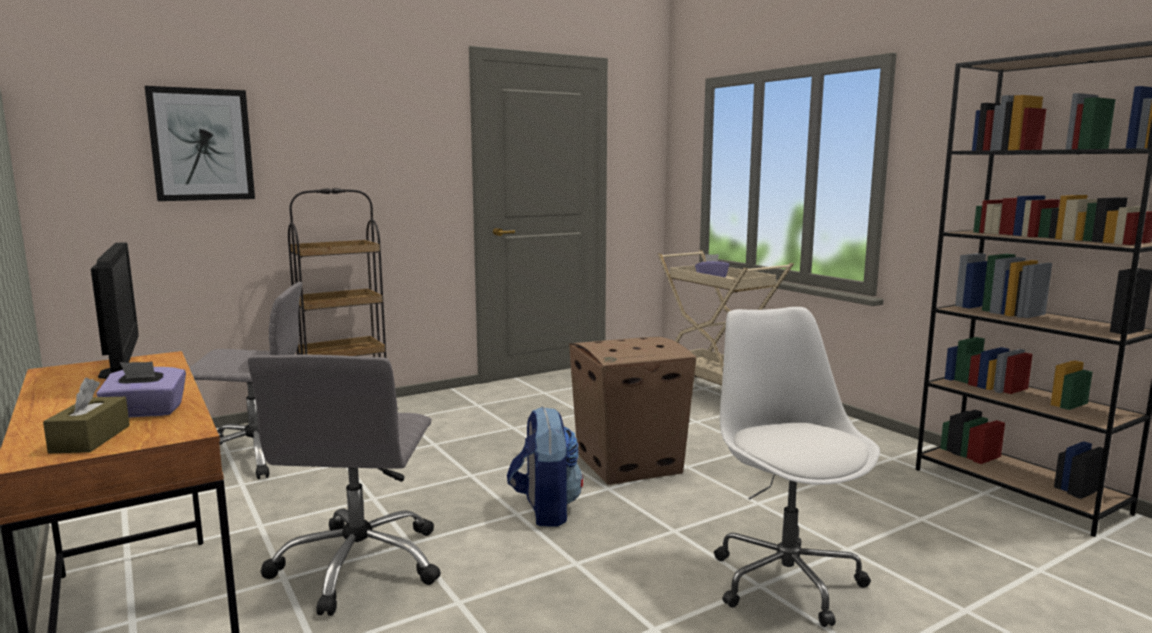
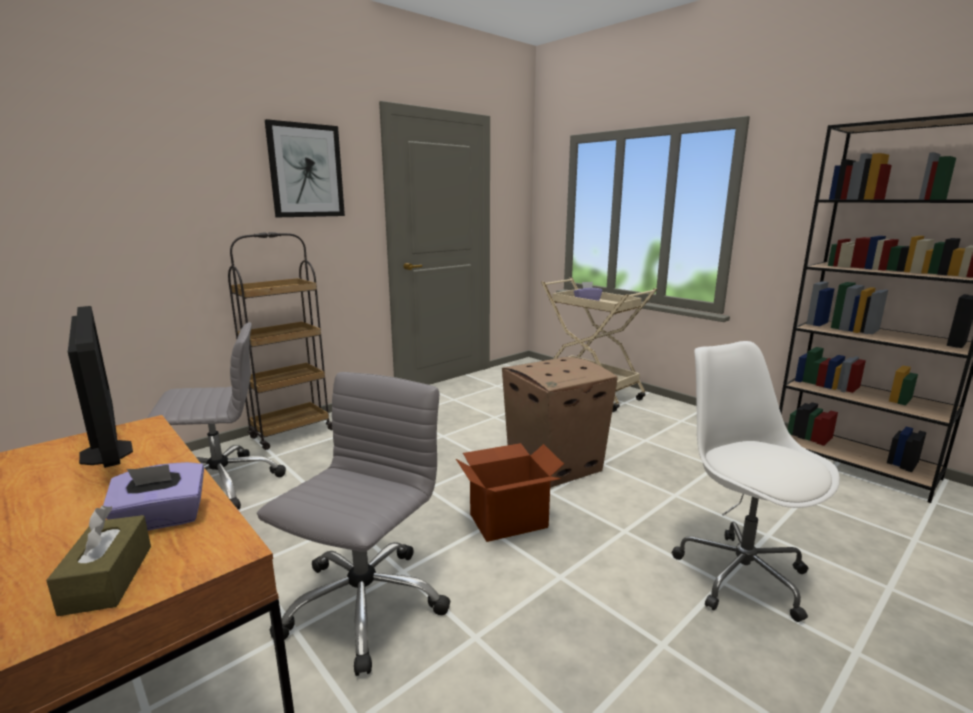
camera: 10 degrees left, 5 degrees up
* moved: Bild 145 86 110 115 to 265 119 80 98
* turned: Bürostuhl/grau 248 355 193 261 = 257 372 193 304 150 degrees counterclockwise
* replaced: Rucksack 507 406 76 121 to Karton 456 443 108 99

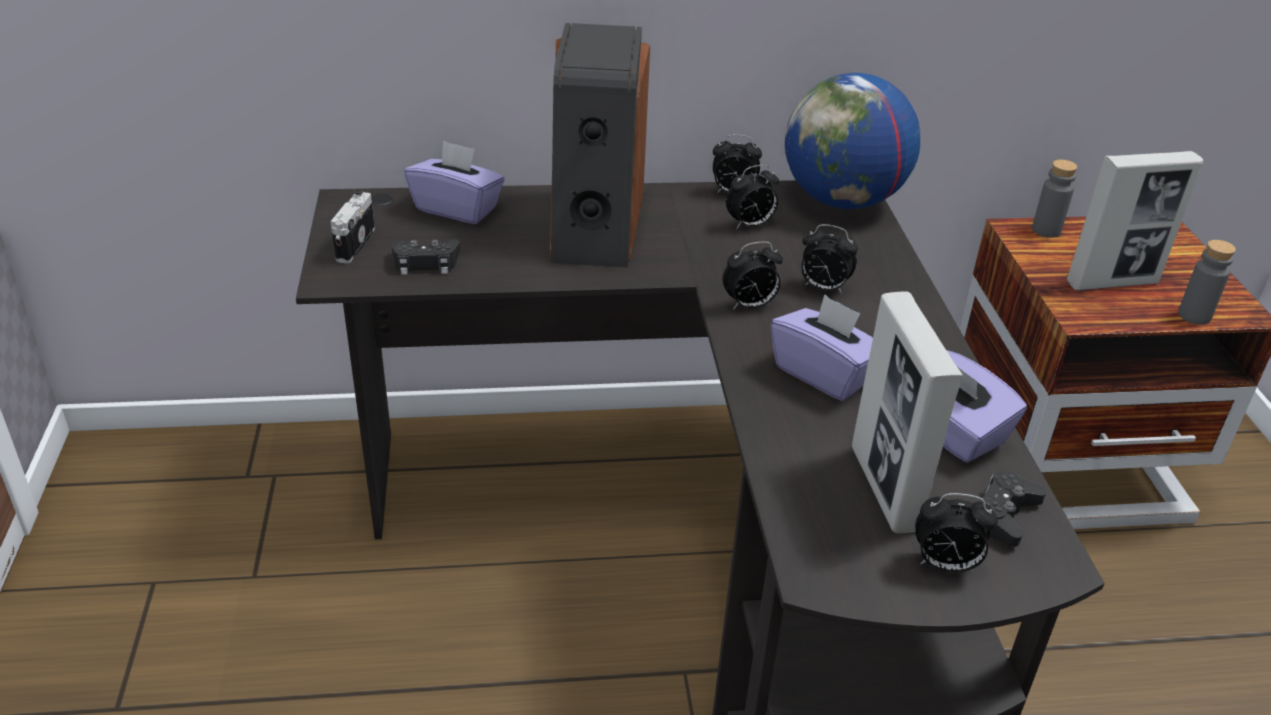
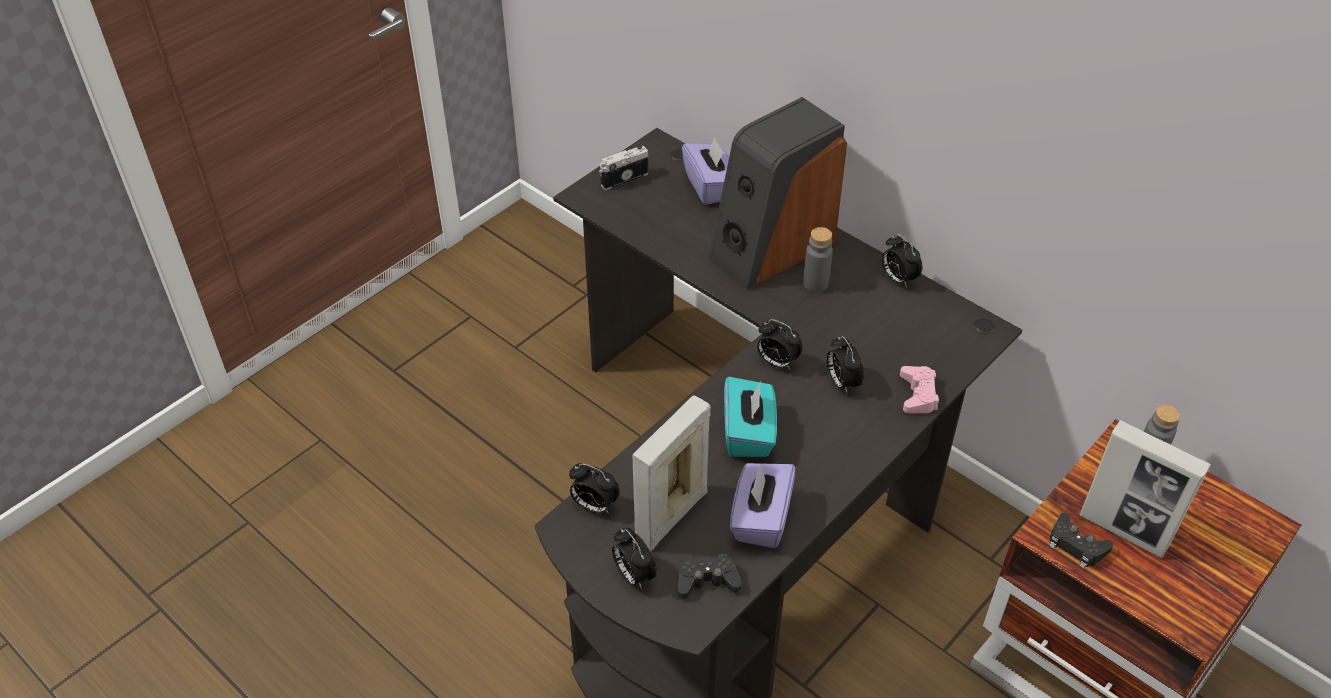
camera: 50 degrees right, 10 degrees up
* moved: Gamepad/schwarz 392 239 68 36 to 1049 513 64 56
* moved: Wecker 726 165 53 64 to 569 463 51 51
* recoloured: Taschentuchbox/lila 771 294 102 107 to Taschentuchbox/türkis 724 377 53 80
* removed: Globus 785 73 135 136
* moved: Flasche/grau 1178 240 58 85 to 803 227 30 65
* added: Gamepad/rosa 900 366 39 47

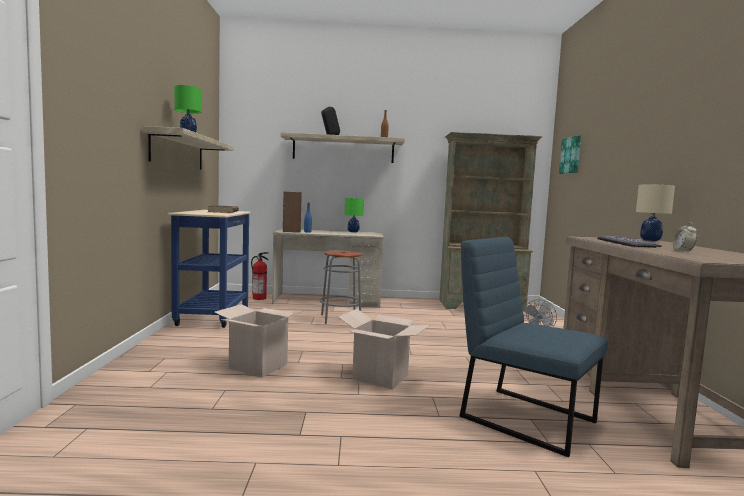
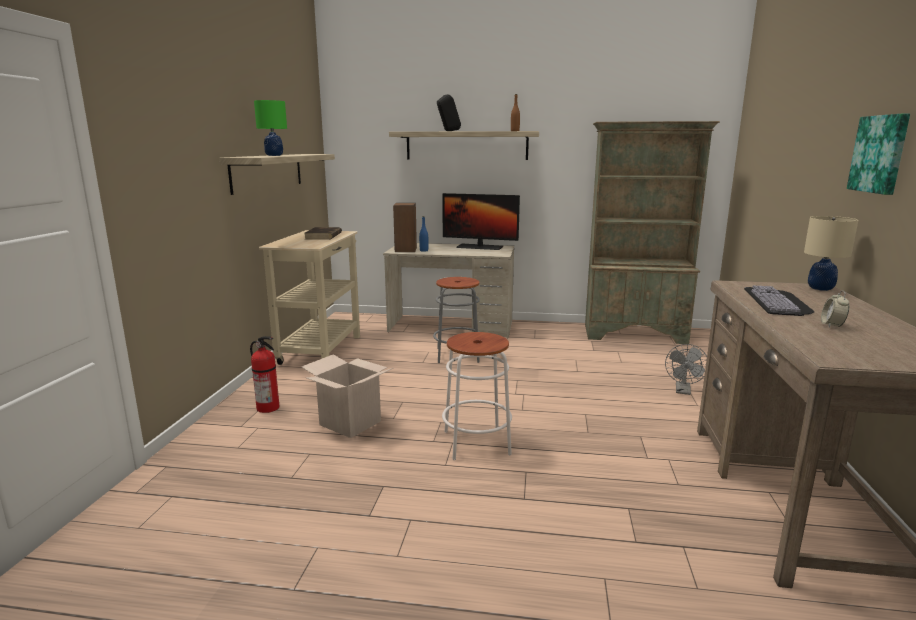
camera: 10 degrees right, 10 degrees up
* recoloured: Rollwagen/blau 168 210 83 118 to Rollwagen/beige 259 230 101 135
* moved: Feuerlöscher 251 252 18 48 to 250 336 30 77
* replaced: Karton 338 309 92 80 to Hocker/weiß 442 332 70 128
* replaced: Tischlampe/grün 344 198 20 34 to Monitor 442 193 78 57
* removed: Stuhl/blau 460 237 148 220
* moved: Bild 559 135 22 39 to 847 114 63 81

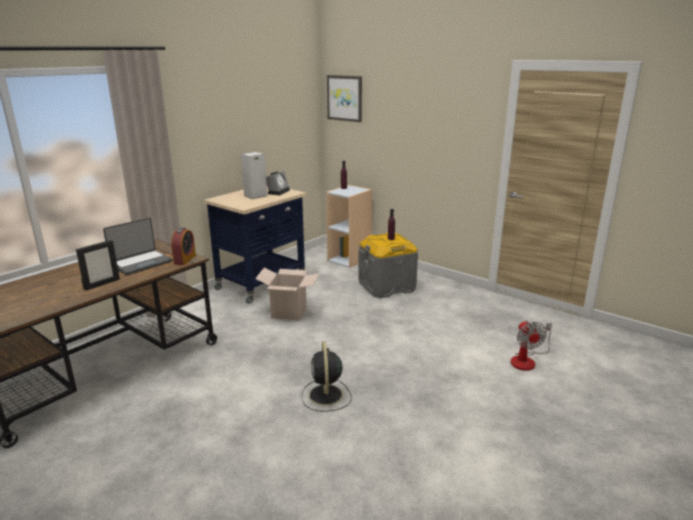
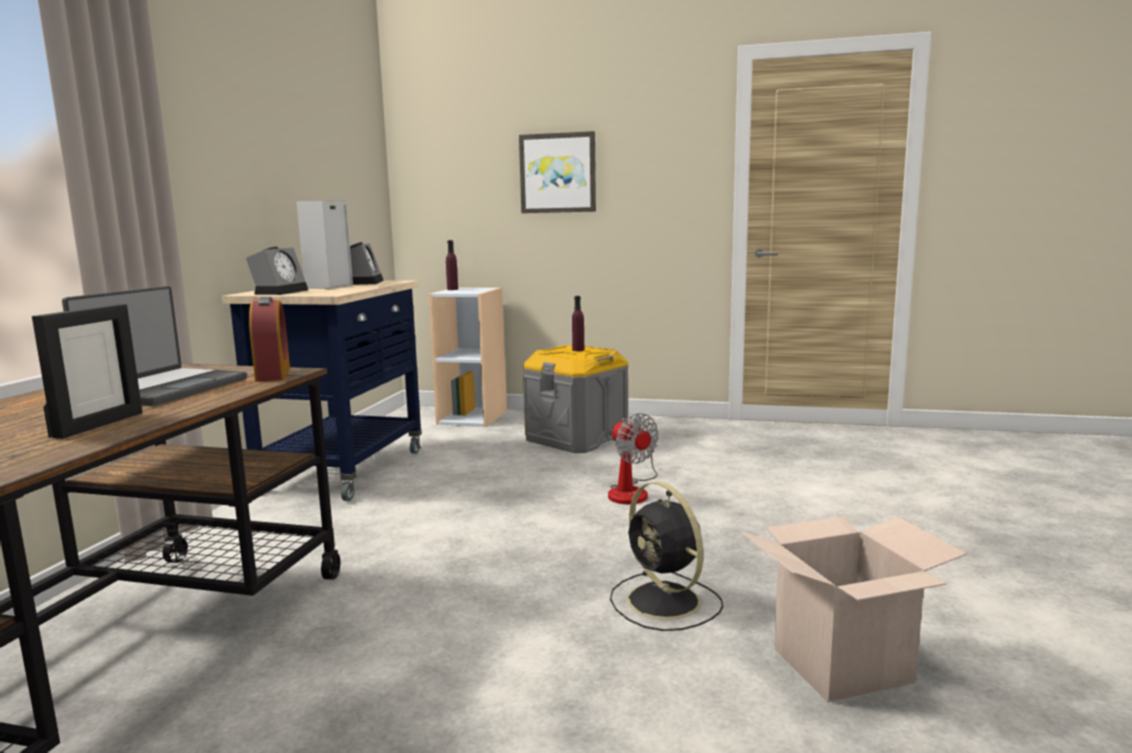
camera: 25 degrees left, 10 degrees down
* moved: Karton 255 267 64 54 to 741 516 226 186
* moved: Bild 327 75 35 47 to 519 131 77 82
* moved: Ventilator 511 320 41 51 to 608 413 51 91
* added: Wecker 246 247 62 48

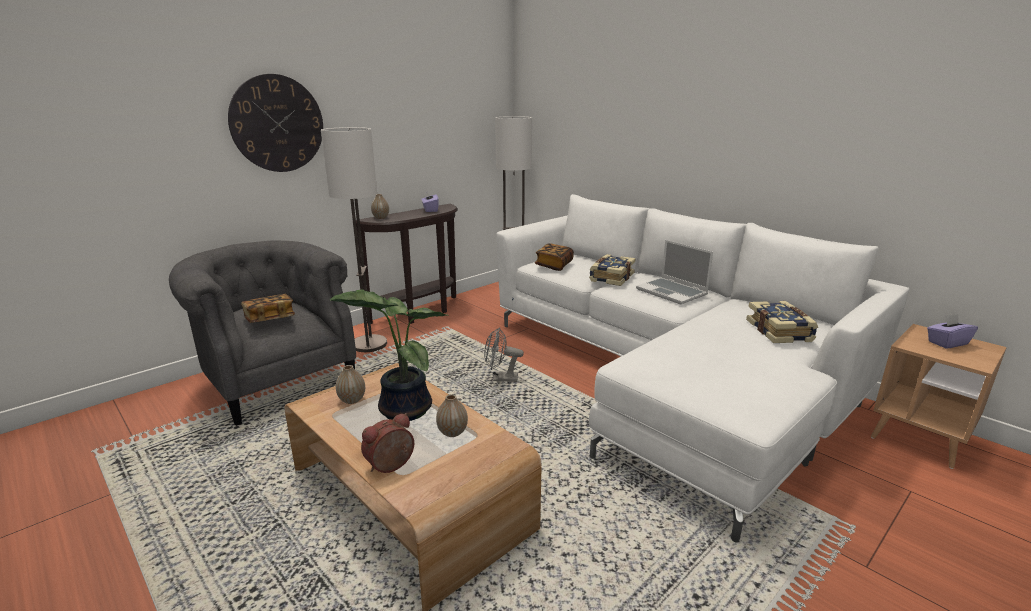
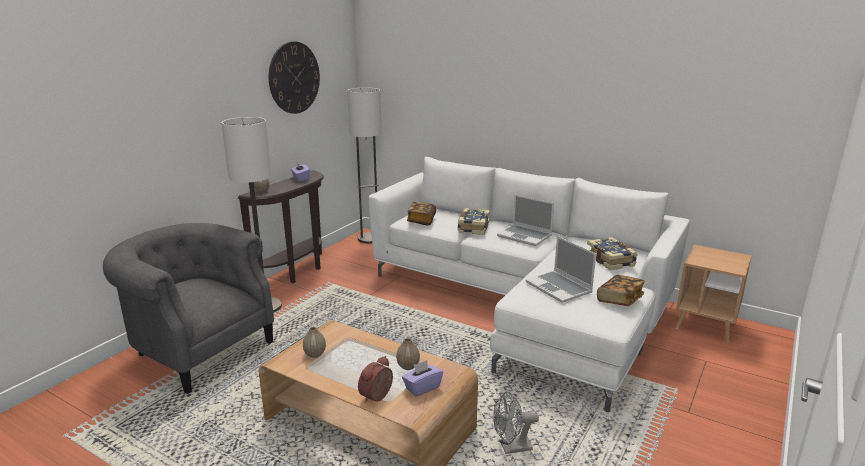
camera: 15 degrees left, 0 degrees up
* moved: Wanduhr 228 74 95 98 to 269 41 51 73
* moved: Buch 241 294 54 29 to 597 275 48 31
* removed: Topfpflanze 330 289 119 132
* moved: Ventilator/grau 484 328 40 54 to 493 391 46 63
* moved: Taschentuchbox/lila 927 314 51 34 to 402 360 41 37
* added: Laptop 526 236 70 67

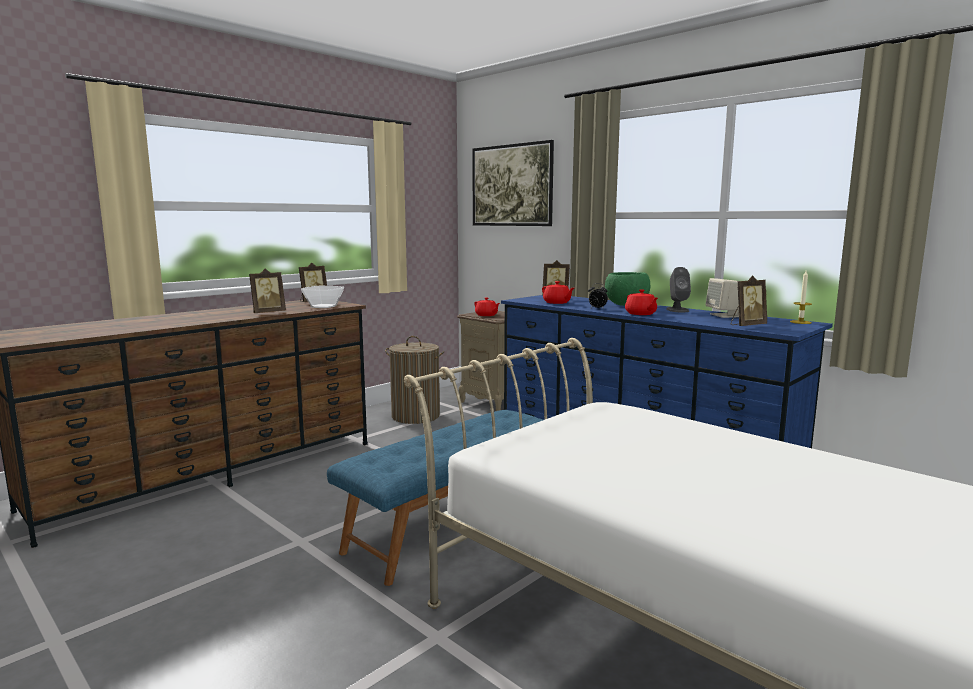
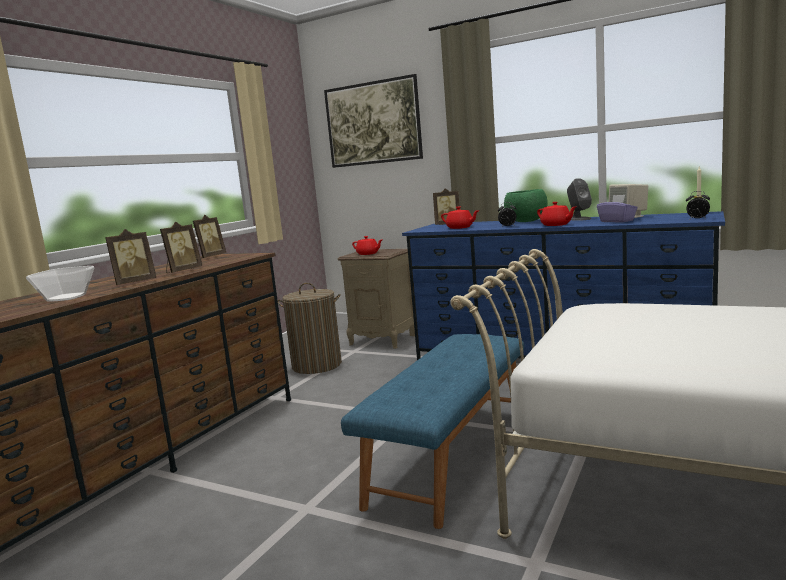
camera: 15 degrees left, 0 degrees up
* moved: Schüssel 301 286 43 22 to 26 266 68 36
* moved: Bilderrahmen 731 275 36 51 to 105 229 51 56
* added: Taschentuchbox/lila 597 195 41 28
* added: Wecker 686 191 24 28

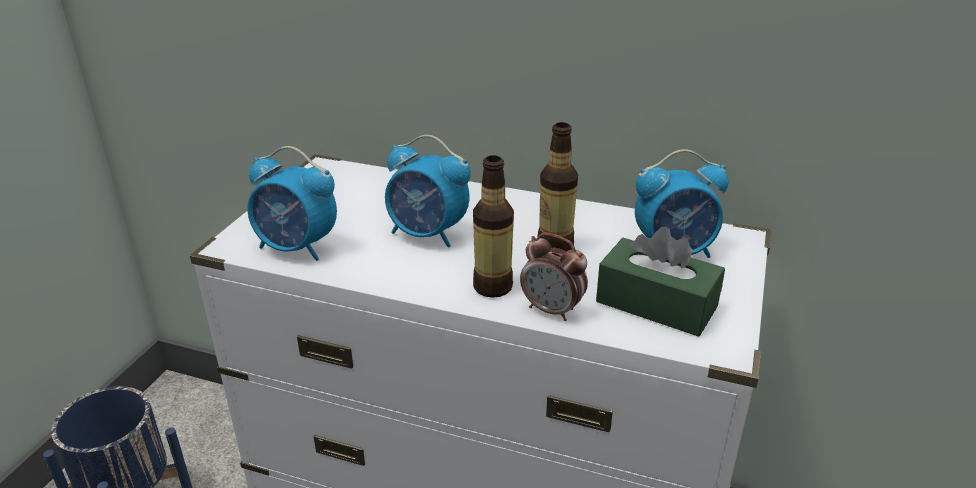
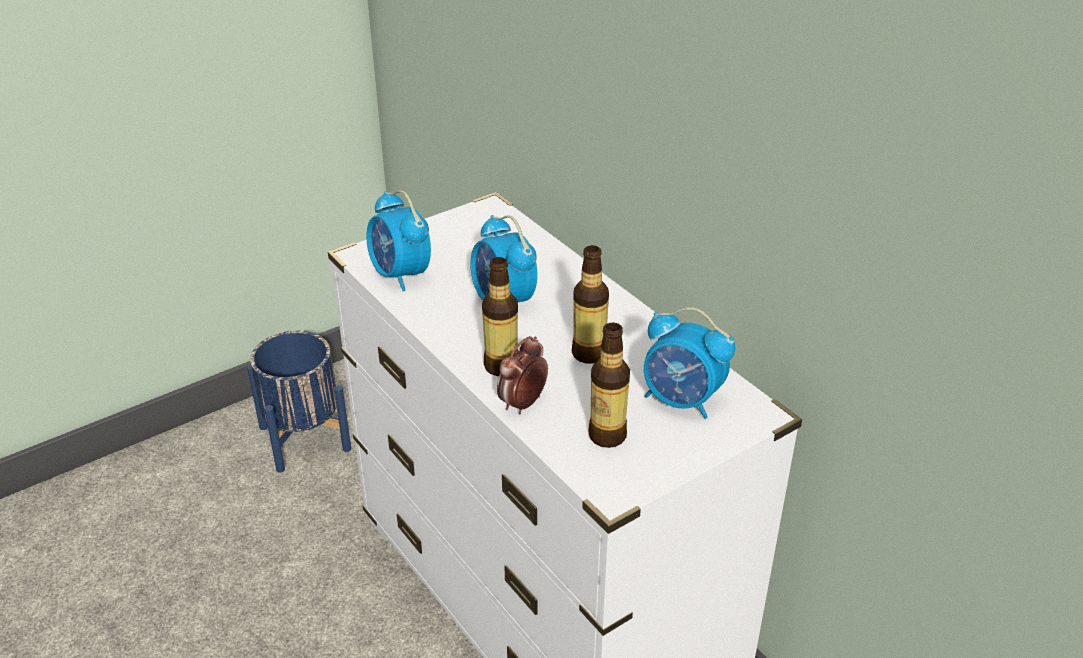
camera: 35 degrees right, 5 degrees up
* turned: Wecker 520 233 68 88 = 497 336 51 78 60 degrees clockwise
* replaced: Taschentuchbox/grün 596 227 129 110 to Flasche 588 323 42 125

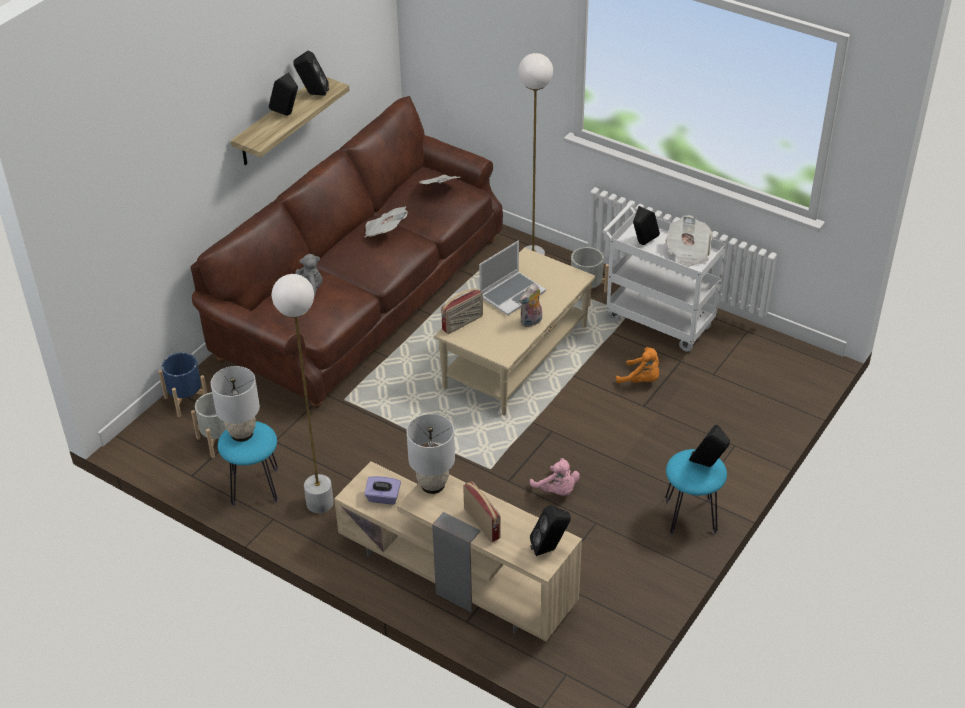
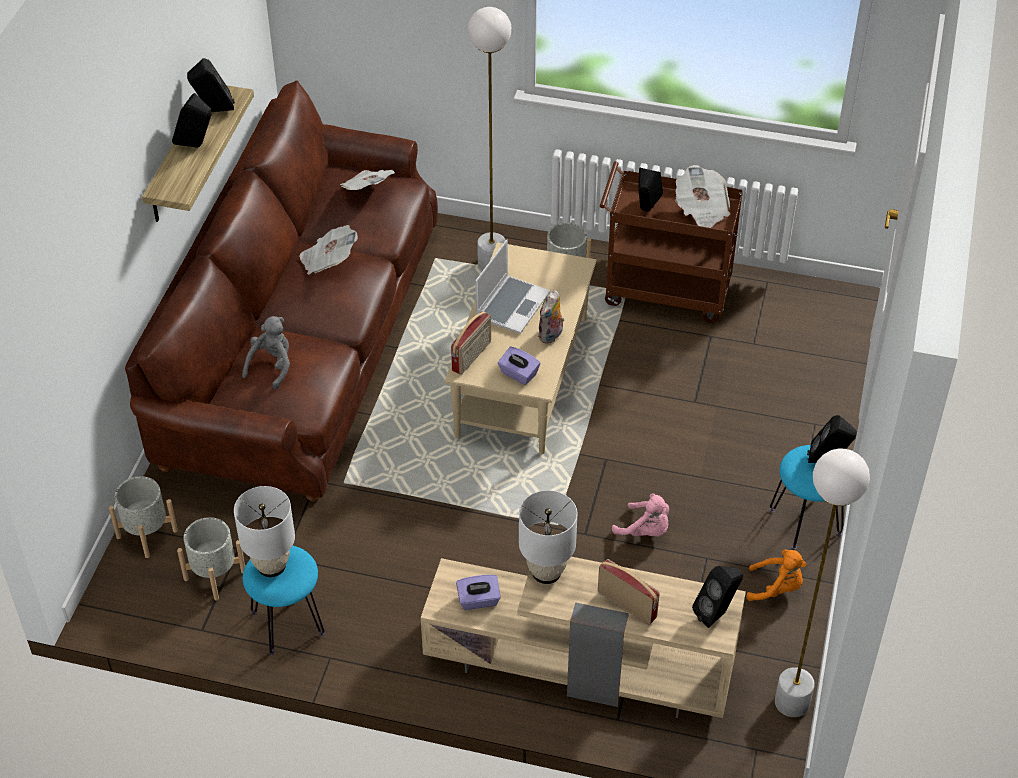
camera: 20 degrees left, 5 degrees up
* recoloured: Pflanzkübel/blau 158 353 49 64 to Pflanzkübel/grau 109 476 69 82
* moved: Stehlampe/weiß 272 274 62 239 to 775 449 95 268
* recoloured: Rollwagen/weiß 602 202 124 150 to Rollwagen/braun 600 161 143 162
* moved: Plüschtier/orange 616 347 43 36 to 746 549 60 52
* added: Taschentuchbox/lila 498 347 42 38

